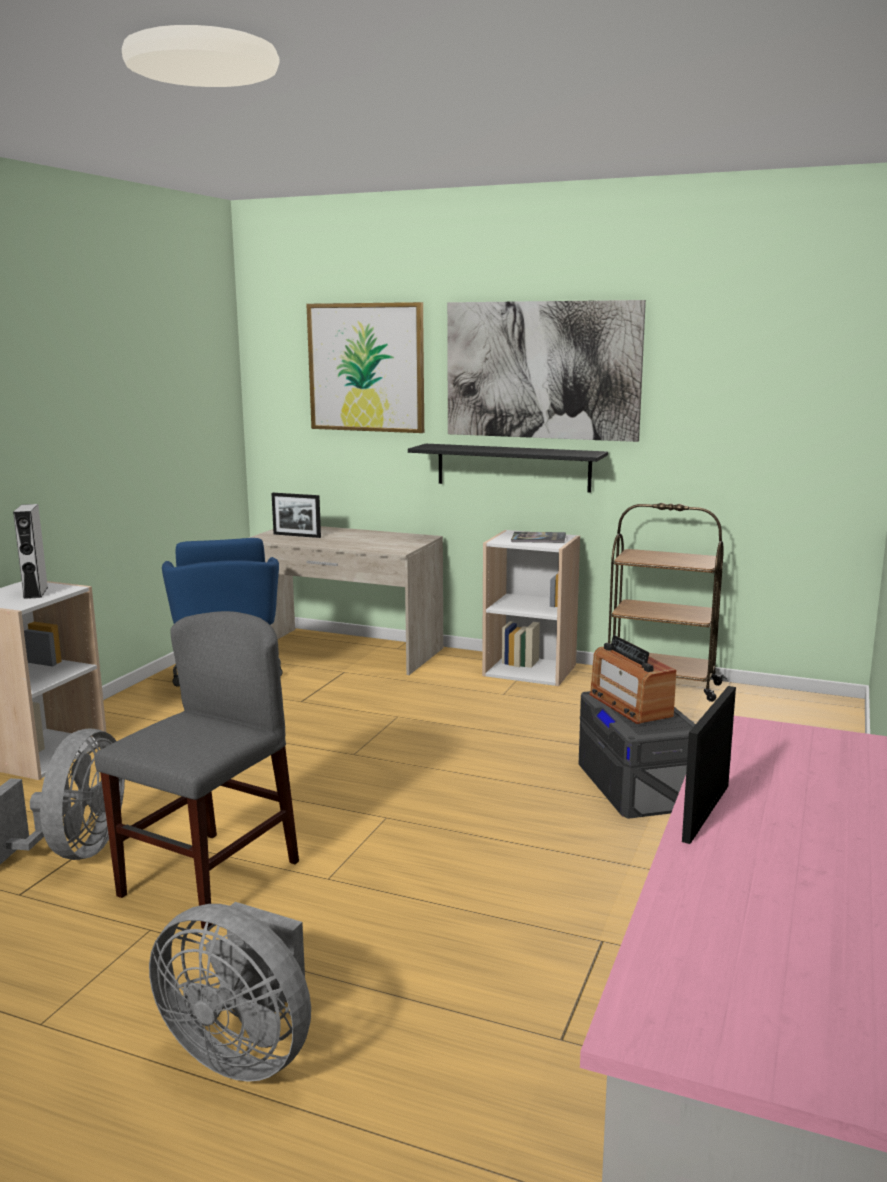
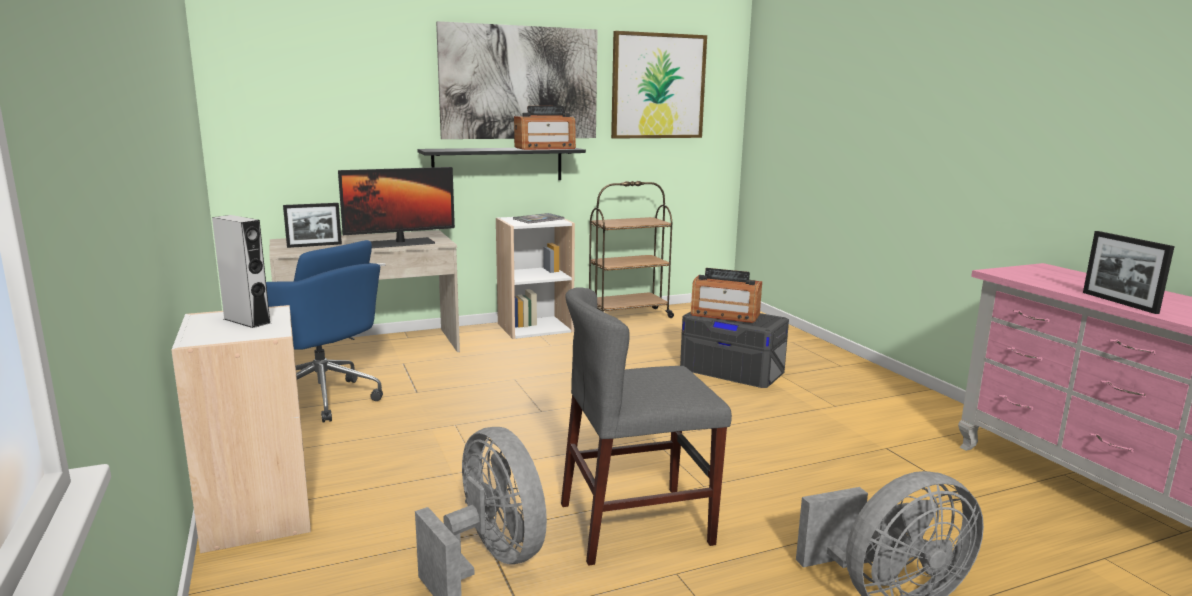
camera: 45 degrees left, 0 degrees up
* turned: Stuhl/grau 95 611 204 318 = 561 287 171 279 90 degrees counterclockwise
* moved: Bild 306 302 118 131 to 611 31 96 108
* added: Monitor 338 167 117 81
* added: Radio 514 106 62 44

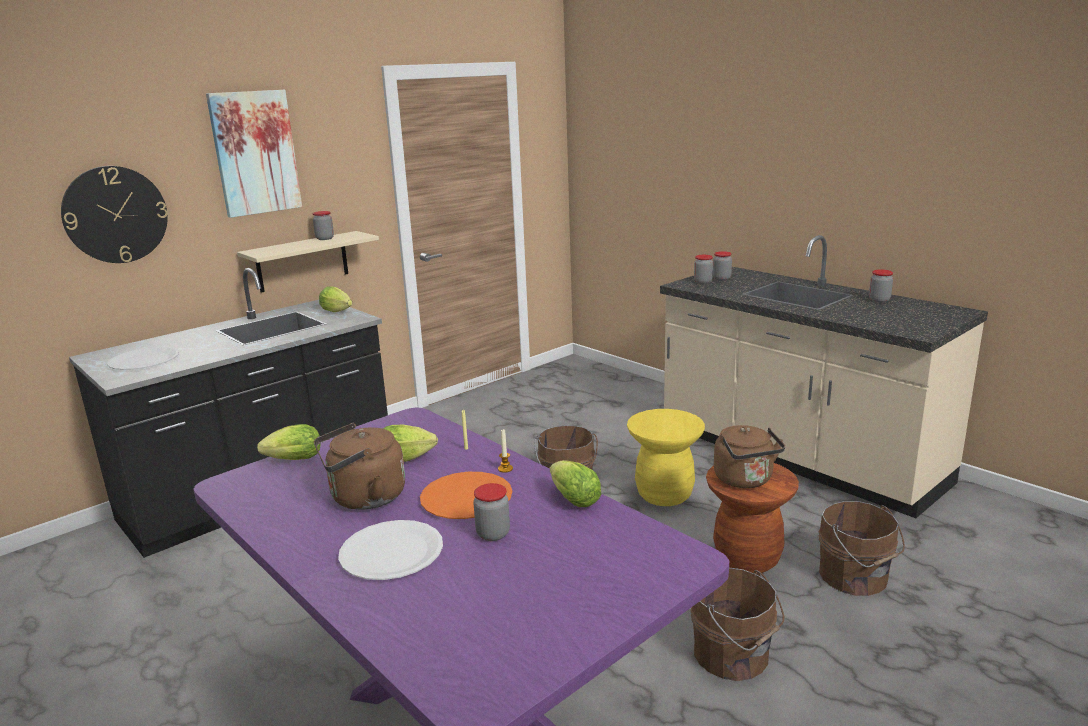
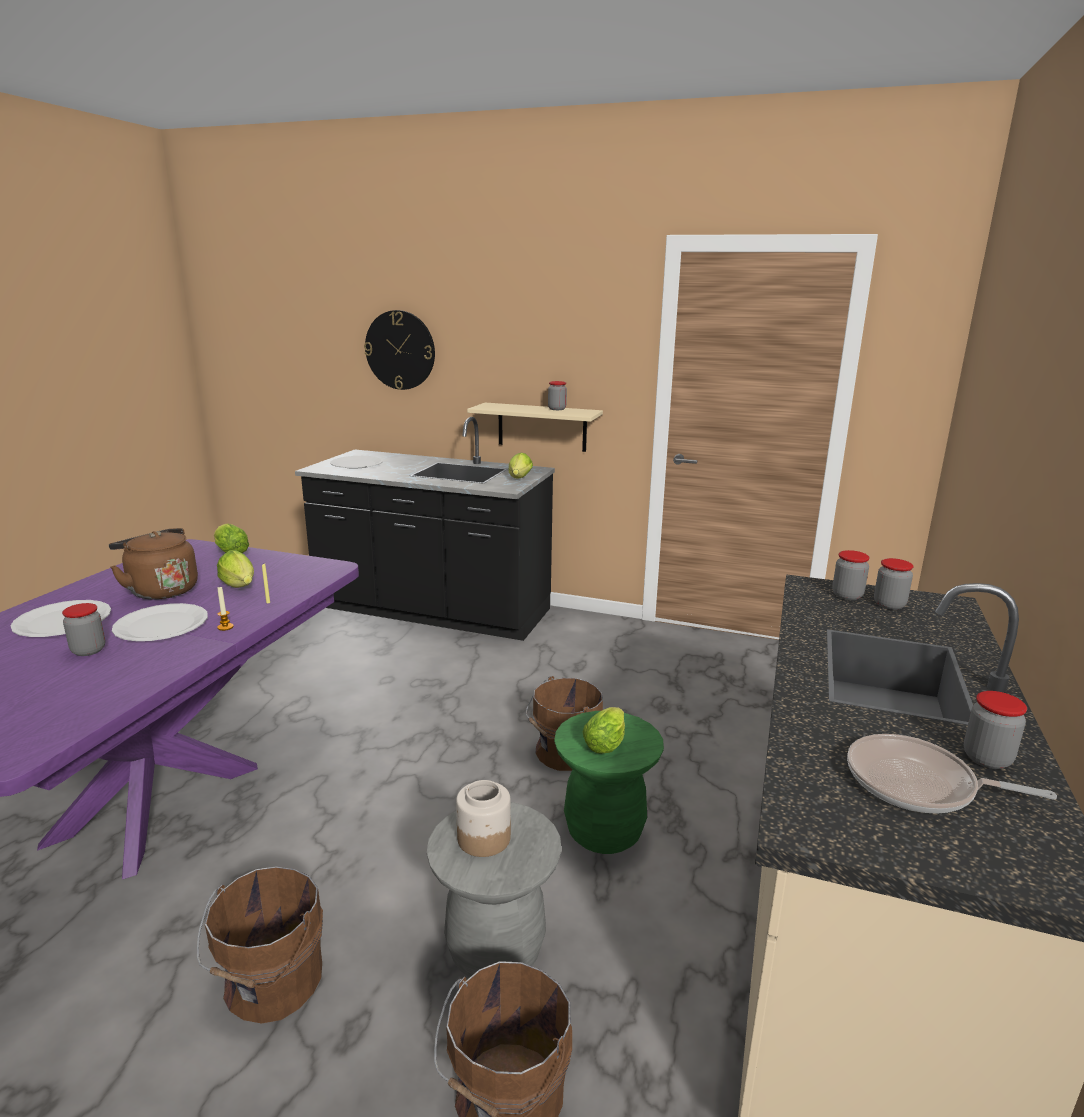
camera: 60 degrees right, 0 degrees up
* removed: Bild 206 90 96 128
* recoloured: Teller/orange 420 472 92 47 to Teller/weiß 112 603 96 38
* moved: Salatkopf 550 460 52 47 to 583 707 42 47
* recoloured: Hocker/gelb 627 409 78 97 to Hocker/grün 554 711 110 143
* recoloured: Hocker/braun 706 463 93 110 to Hocker/grau 427 802 134 176
* replaced: Wasserkessel/braun 714 425 71 63 to Vorratsglas 456 780 55 77
* added: Pfanne 847 734 210 80

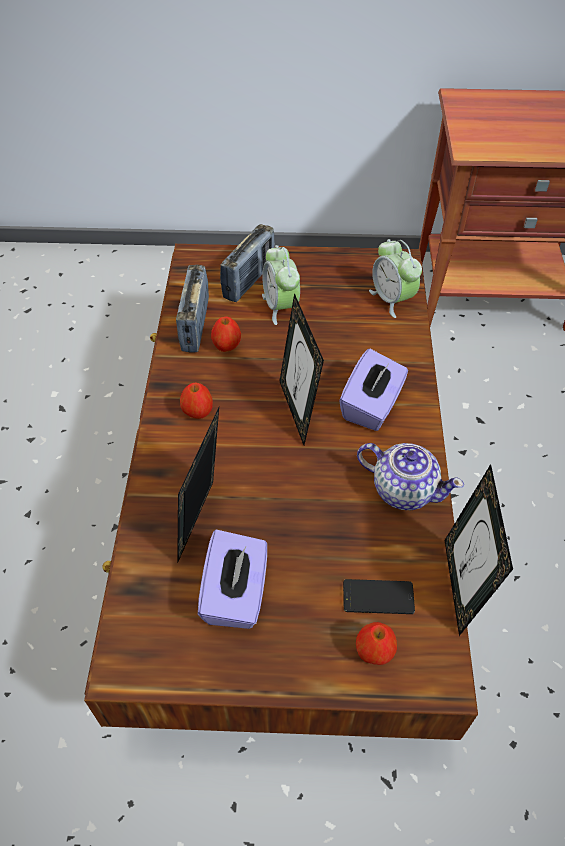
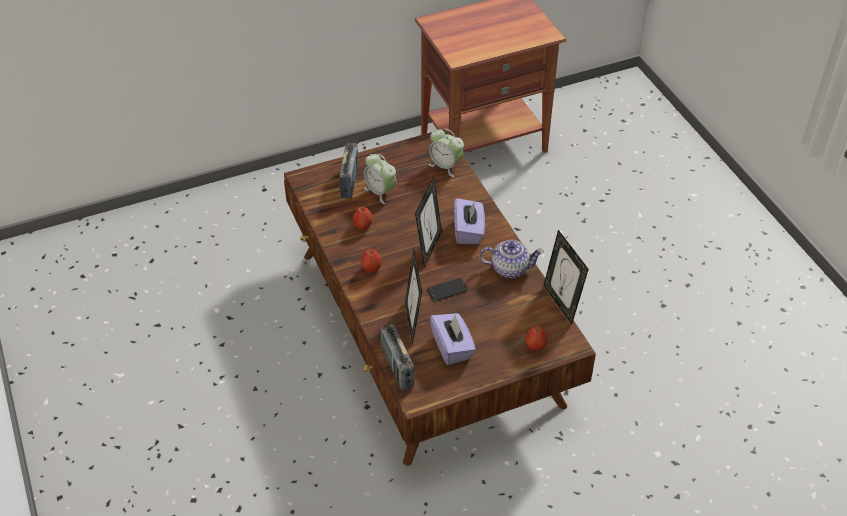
camera: 25 degrees left, 5 degrees down
* moved: Radio 176 265 33 87 to 381 323 34 67
* turned: Bilderrahmen 280 293 44 152 = 415 176 27 92 120 degrees counterclockwise
* moved: Handy 343 579 72 35 to 427 278 41 24

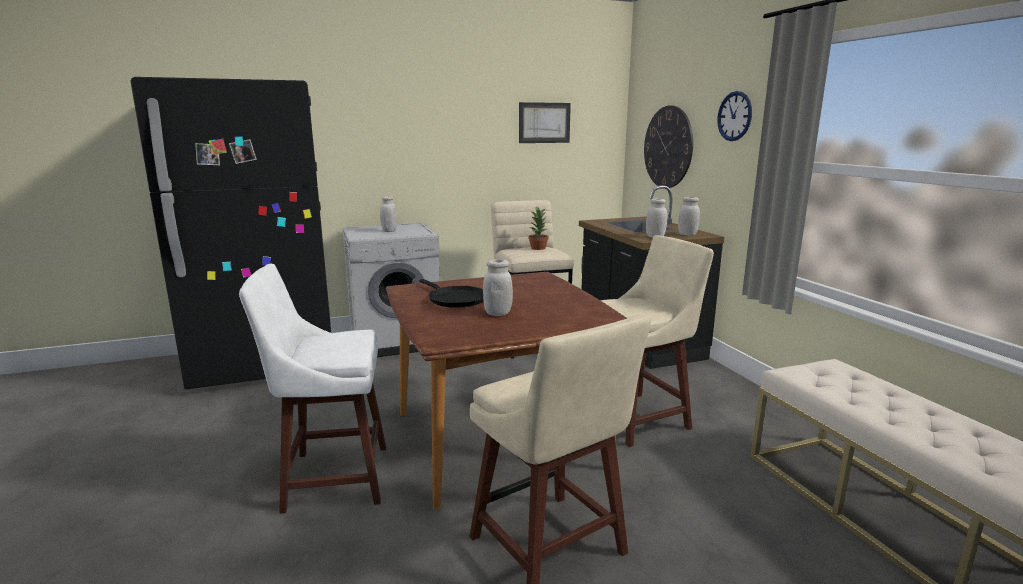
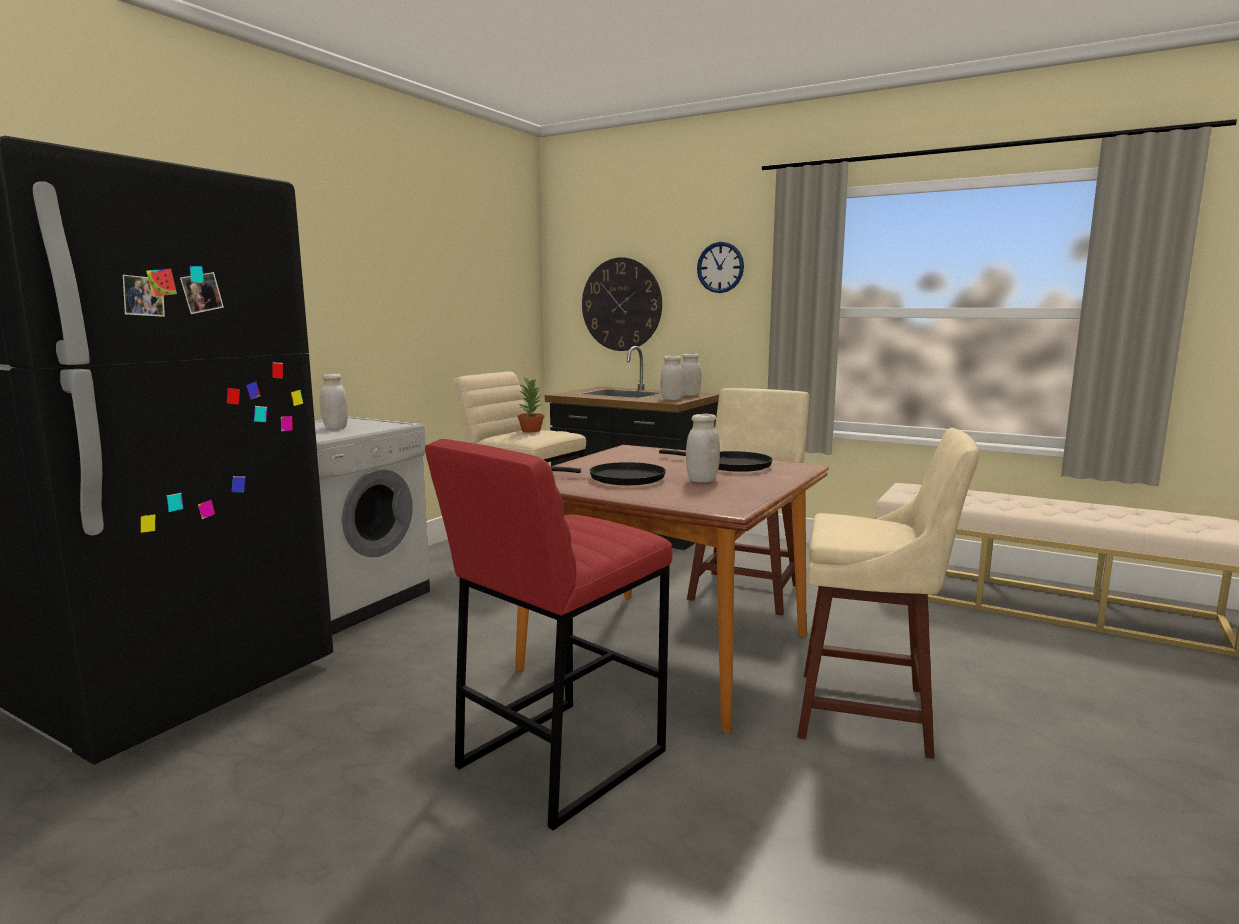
camera: 40 degrees left, 5 degrees down
* replaced: Stuhl/weiß 239 264 147 250 to Hocker/rot 425 439 248 391
* removed: Bild 519 102 52 41
* added: Pfanne/schwarz 659 449 114 23

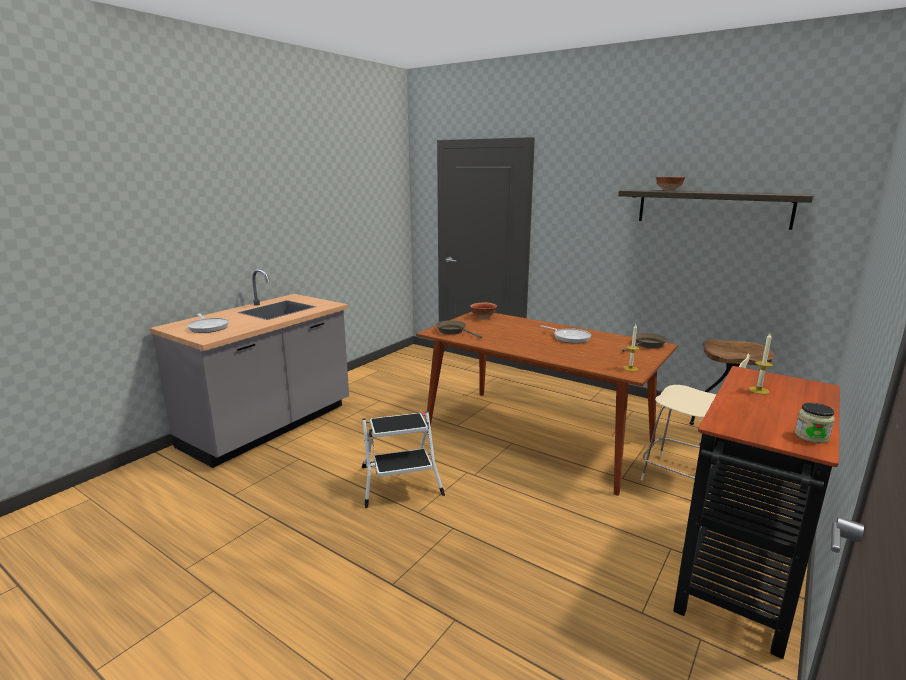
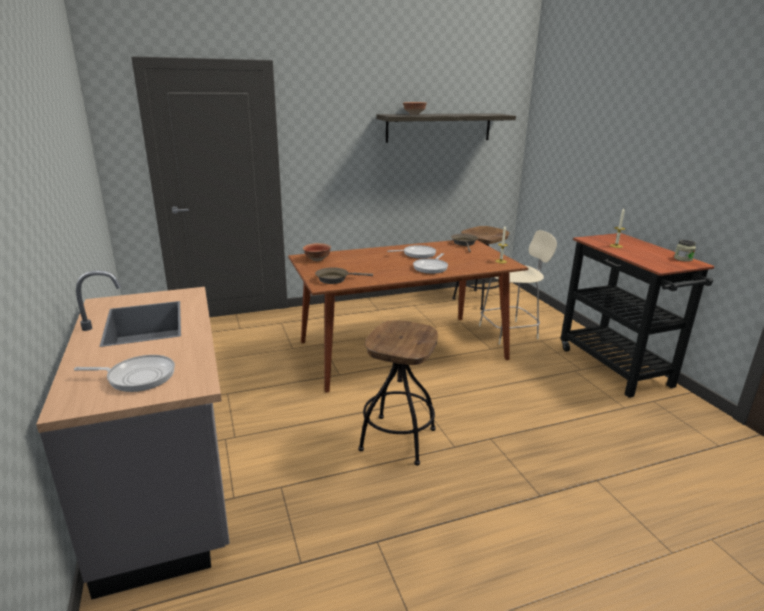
camera: 55 degrees left, 5 degrees up
* replaced: Trittleiter 362 411 83 97 to Hocker/braun 358 320 80 146
* added: Pfanne 413 253 35 21

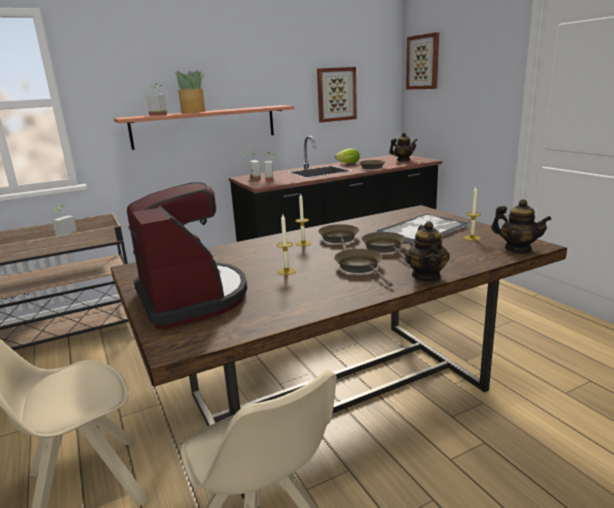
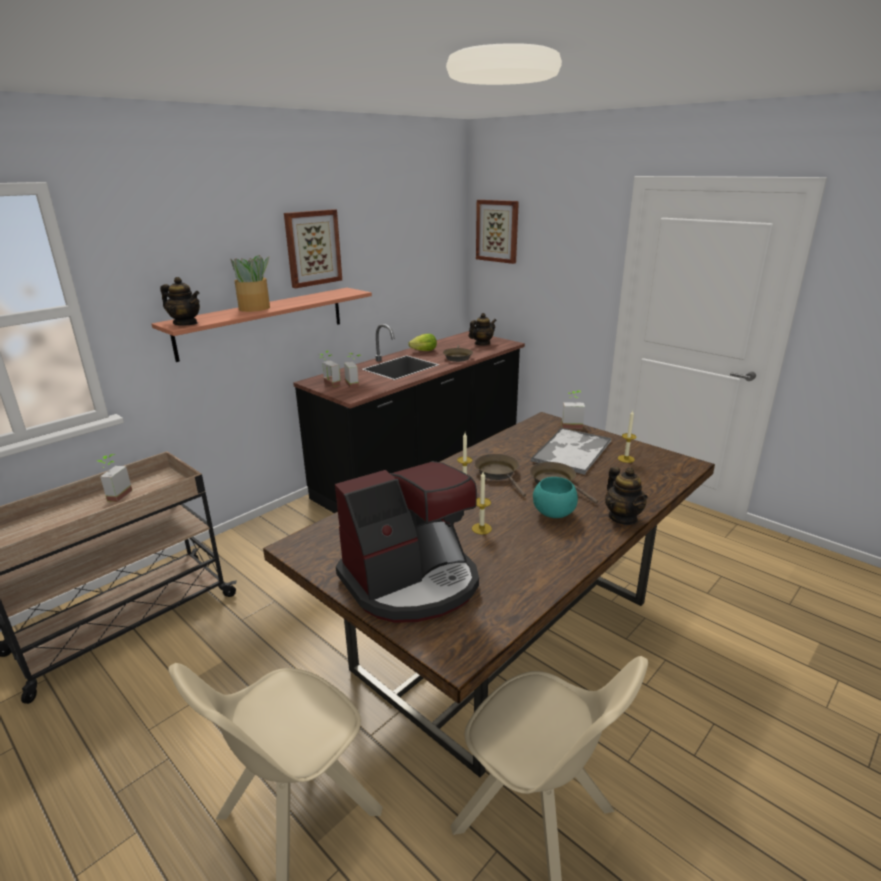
camera: 20 degrees left, 5 degrees up
* turned: Kaffeemaschine 127 182 120 147 = 335 461 144 162 105 degrees clockwise
* moved: Topfpflanze 146 83 21 33 to 562 390 23 39
* moved: Bild 317 67 40 55 to 284 209 58 79
* replaced: Pfanne/braun 334 249 59 38 to Schüssel/türkis 533 477 45 41
* moved: Teekanne 491 199 61 53 to 160 277 40 48

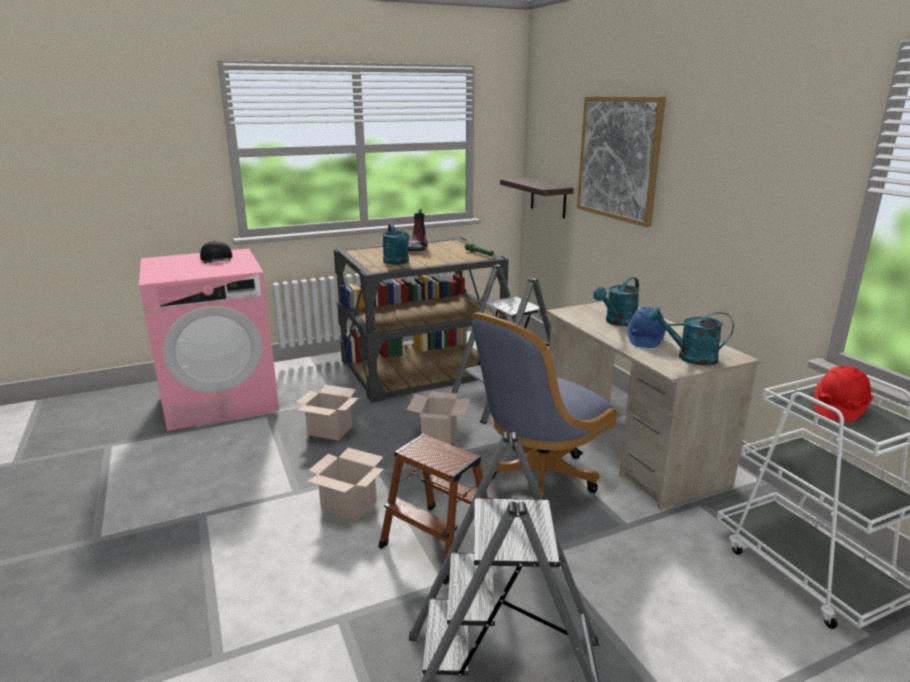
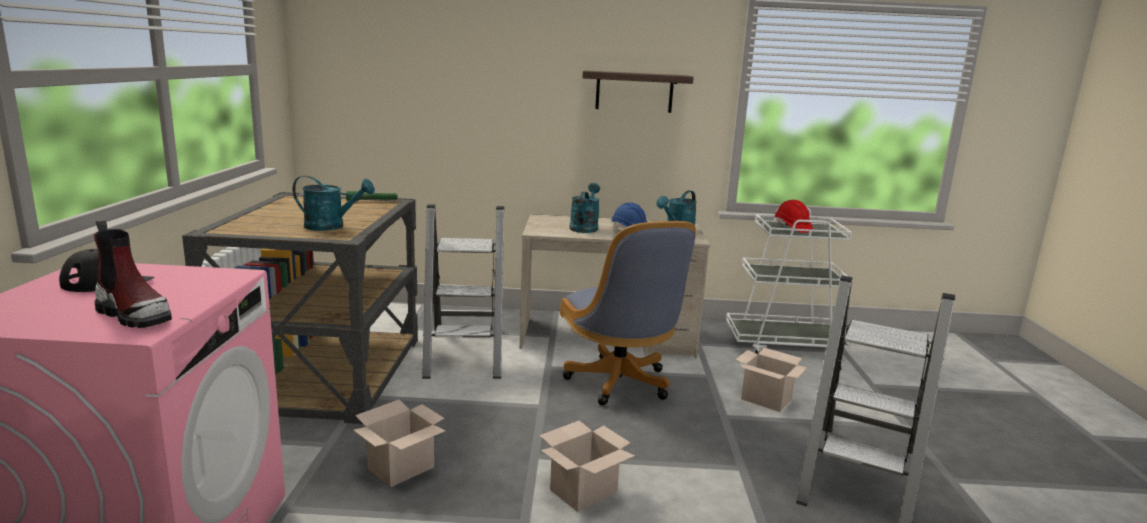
camera: 65 degrees left, 5 degrees down
* removed: Trittleiter/braun 378 433 113 152
* moved: Karton 407 391 64 54 to 735 348 73 64
* moved: Stiefel 408 209 19 42 to 93 220 79 108
* moved: Wandregal 500 178 74 40 to 583 70 111 43
* removed: Bild 577 96 89 131
* turned: Gießkanne/türkis 593 277 47 49 = 569 183 31 50 150 degrees counterclockwise

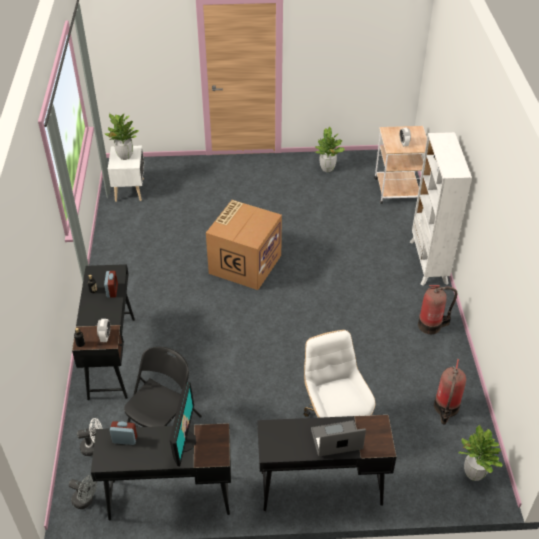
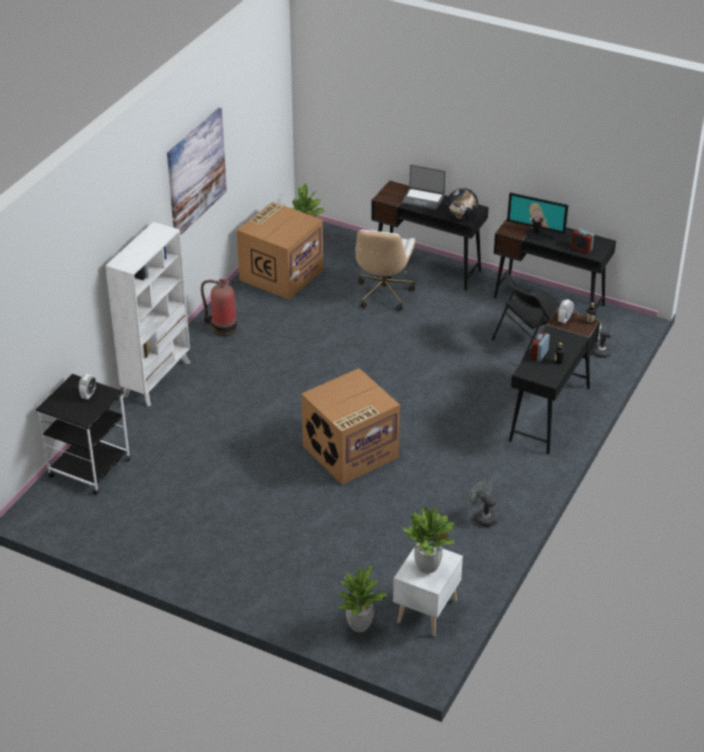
camera: 150 degrees left, 5 degrees down
* moved: Ventilator/grau 69 475 28 34 to 468 481 29 46
* turned: Monitor 170 382 26 84 = 507 192 61 48 105 degrees counterclockwise
* moved: Topfpflanze 315 126 30 46 to 339 566 48 66
* recoloured: Rollwagen/beige 374 126 53 78 to Rollwagen/schwarz 36 374 95 121
* replaced: Feuerlöscher 434 359 32 66 to Karton 237 201 86 99
* added: Bild 167 108 60 127
* added: Globus 447 188 31 31

